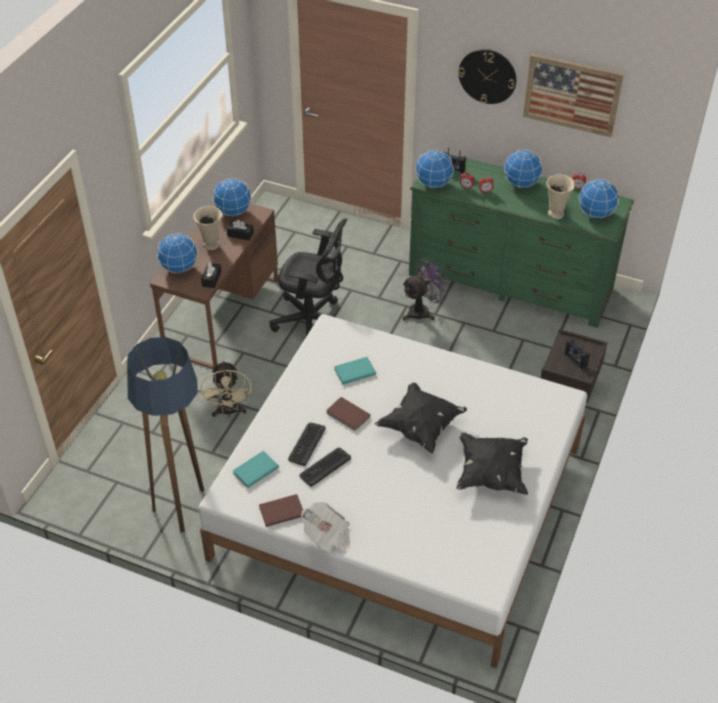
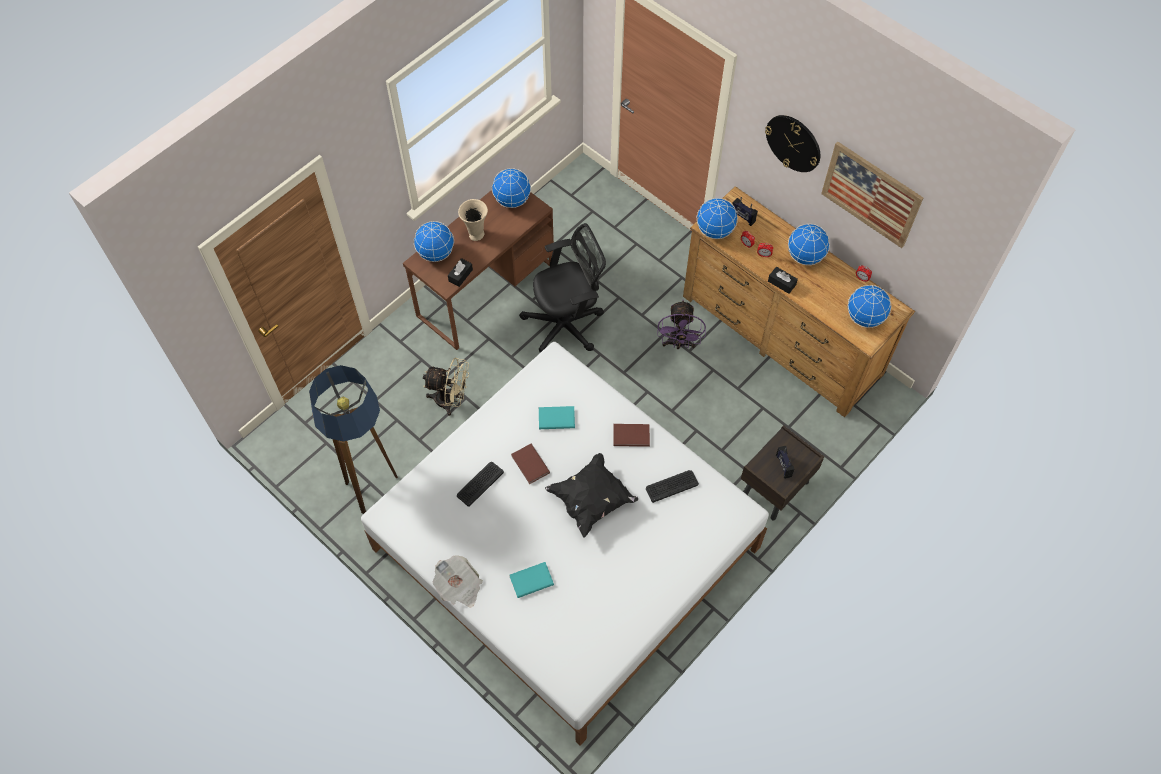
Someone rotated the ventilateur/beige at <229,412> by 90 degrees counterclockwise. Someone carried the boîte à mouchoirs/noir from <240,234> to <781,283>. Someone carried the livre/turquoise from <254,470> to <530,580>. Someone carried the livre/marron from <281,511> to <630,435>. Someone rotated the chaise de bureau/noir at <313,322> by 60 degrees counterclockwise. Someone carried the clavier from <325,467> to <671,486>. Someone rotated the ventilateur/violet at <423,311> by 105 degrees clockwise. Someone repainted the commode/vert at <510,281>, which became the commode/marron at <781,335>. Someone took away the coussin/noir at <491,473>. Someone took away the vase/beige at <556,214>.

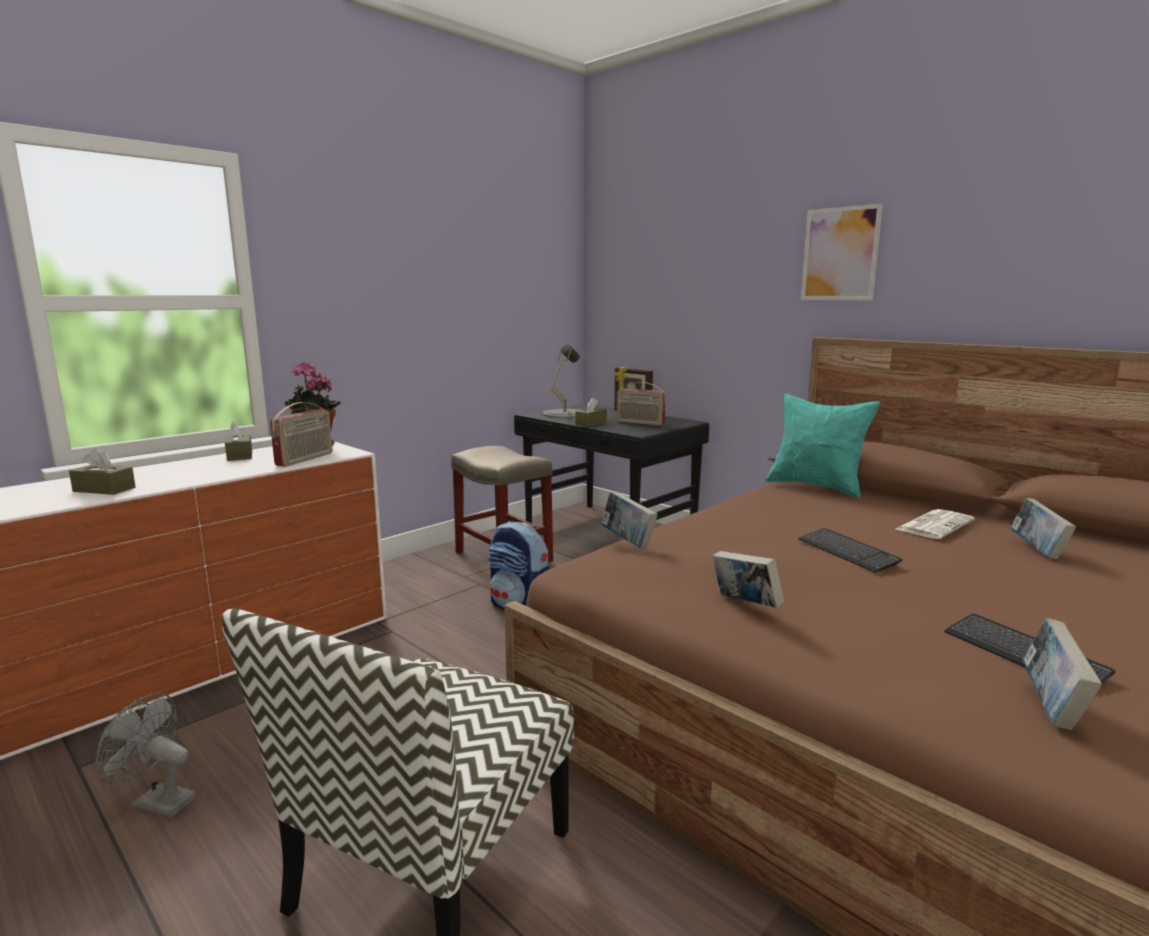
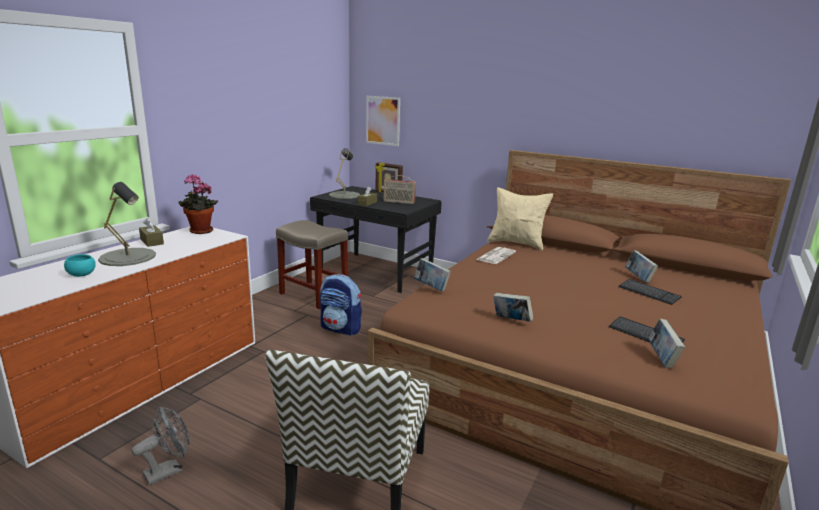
Someone swapped the boîte à mouchoirs/marron at <104,489> for the bol/turquoise at <81,275>. Someone rotated the ventilateur/gris at <156,801> by 135 degrees clockwise. Someone took away the radio at <305,459>. Someone repainted the coussin/turquoise at <816,486>, which became the coussin/beige at <516,243>. Someone carried the clavier from <847,552> to <649,293>. Someone carried the tableau from <840,254> to <383,120>. Someone carried the journal from <934,525> to <496,256>. Someone put down the lampe de table/gris at <128,257>.

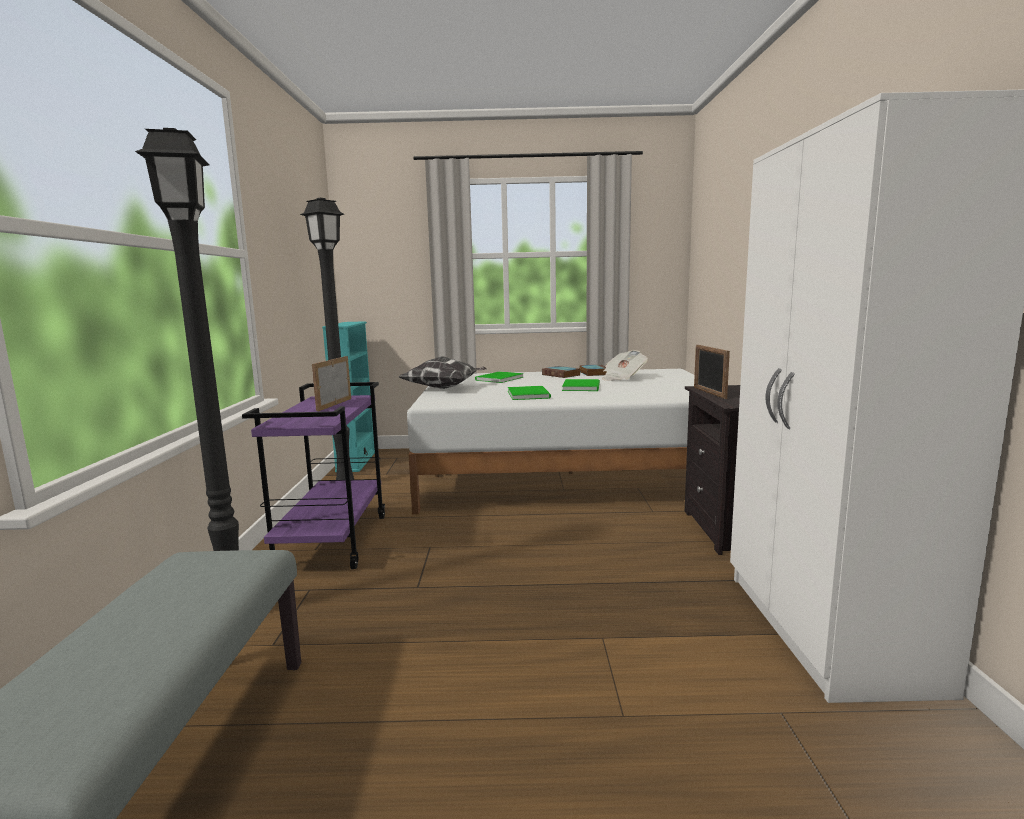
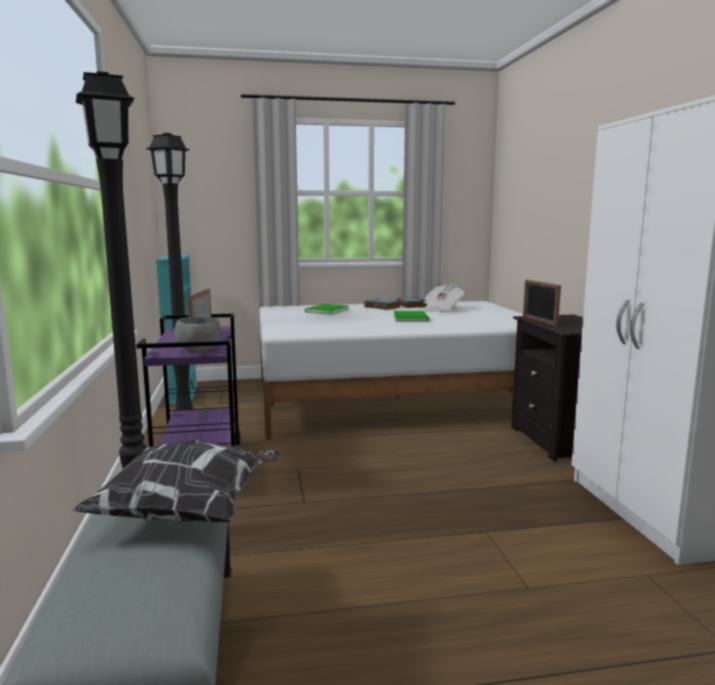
Someone carried the coussin from <445,388> to <190,511>. Someone took away the livre/vert at <529,394>. Someone put down the bol/gris at <199,350>.

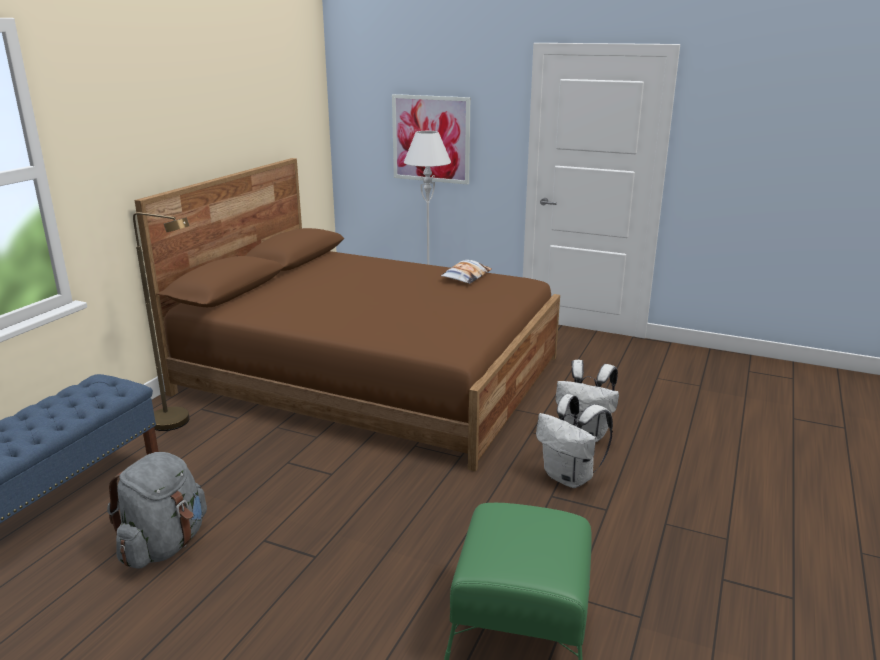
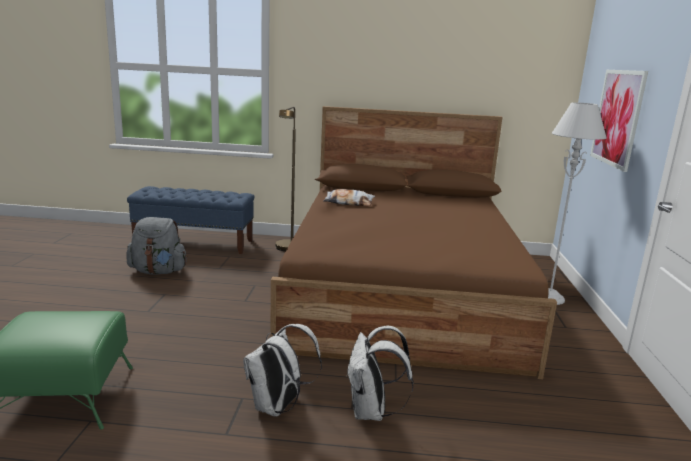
Someone carried the coussin from <466,276> to <348,202>.

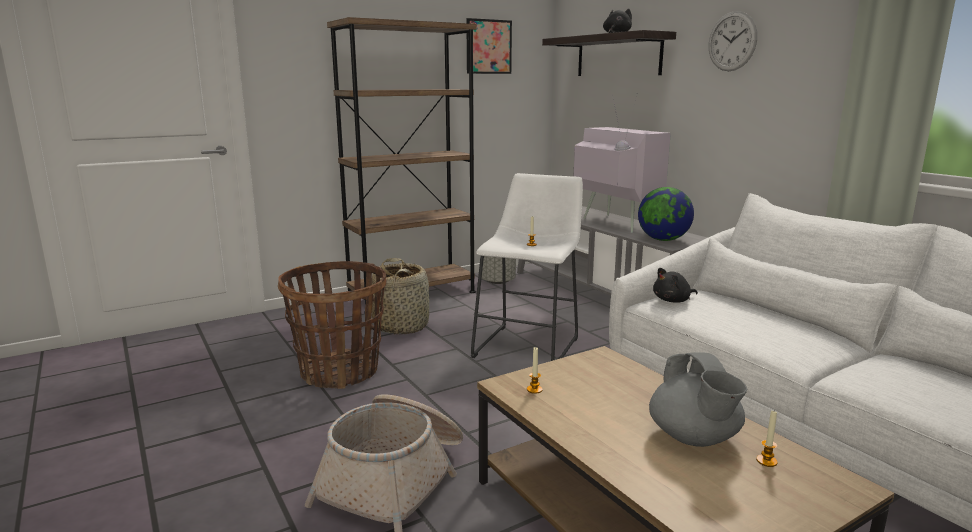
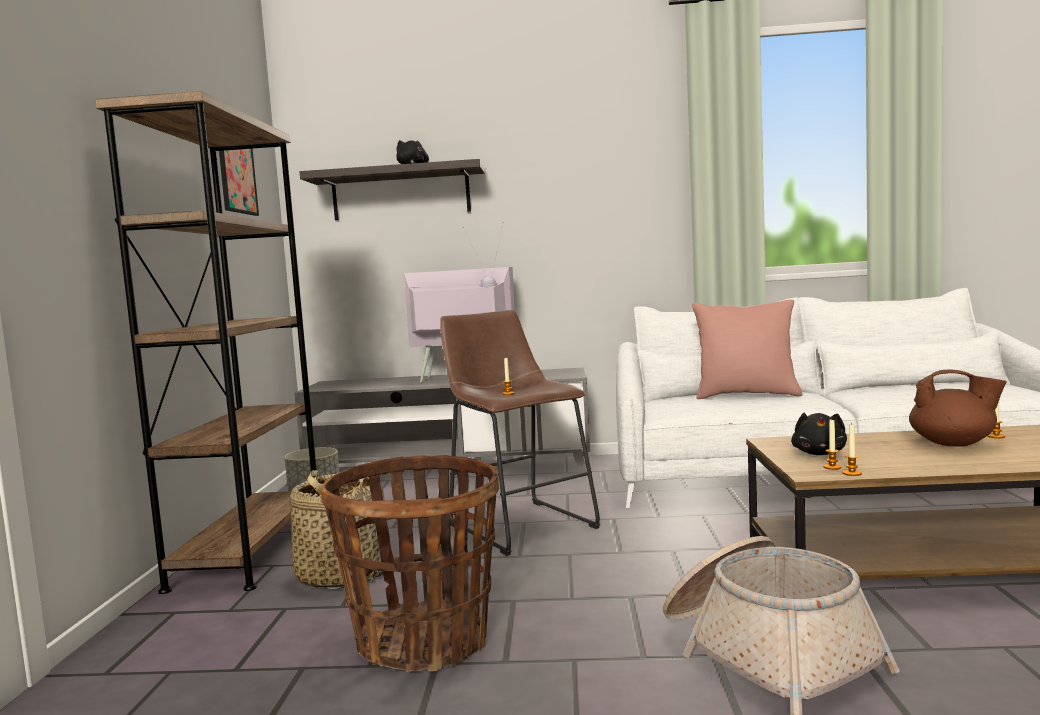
Someone repainted the tabouret/blanc at <529,345>, which became the tabouret/marron at <519,524>. Someone took away the globe at <663,240>. Someone repainted the théière/gris at <694,438>, which became the théière/marron at <954,444>. Someone carried the peluche/noir from <673,300> to <819,453>. Someone took away the horloge murale at <732,41>. Someone put down the coussin/rose at <746,395>. Someone put down the bougie at <852,473>.

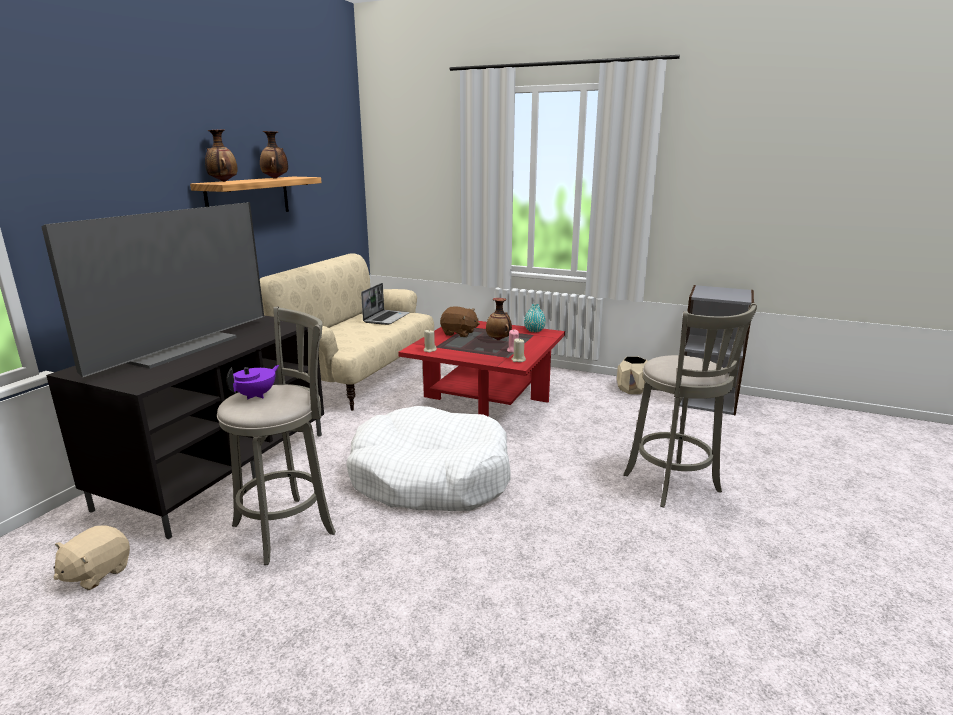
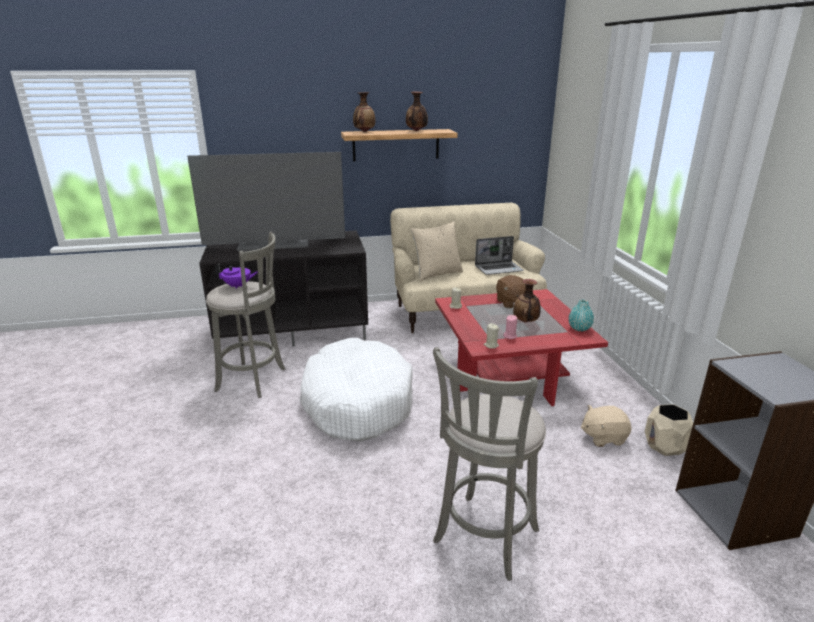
Someone carried the peluche/beige from <96,573> to <603,437>. Someone put down the coussin/beige at <437,274>.

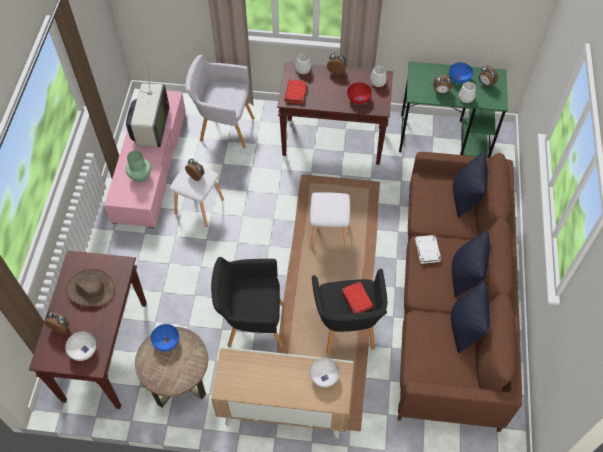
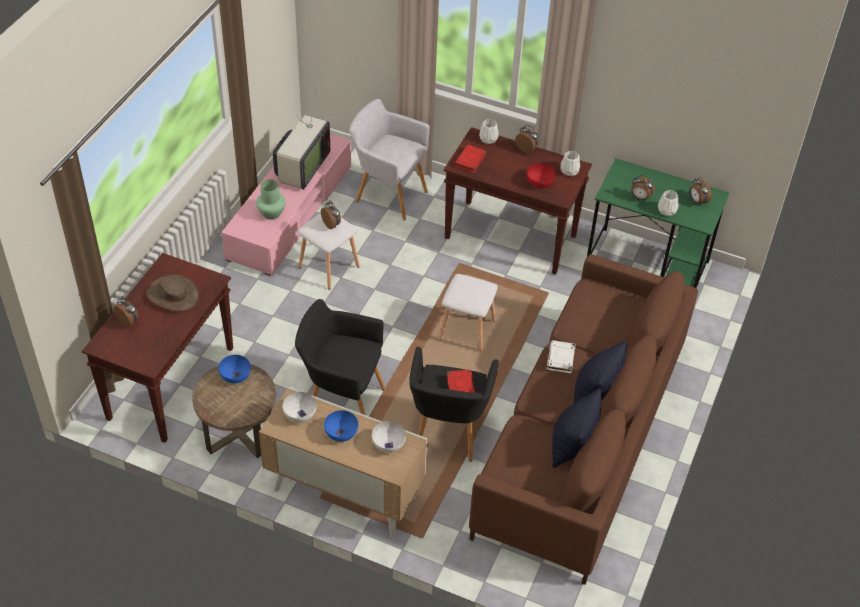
Someone carried the bol/blanc from <83,350> to <299,414>. Someone carried the bol/bleu from <459,78> to <341,433>. Someone took away the coussin/noir at <465,197>.

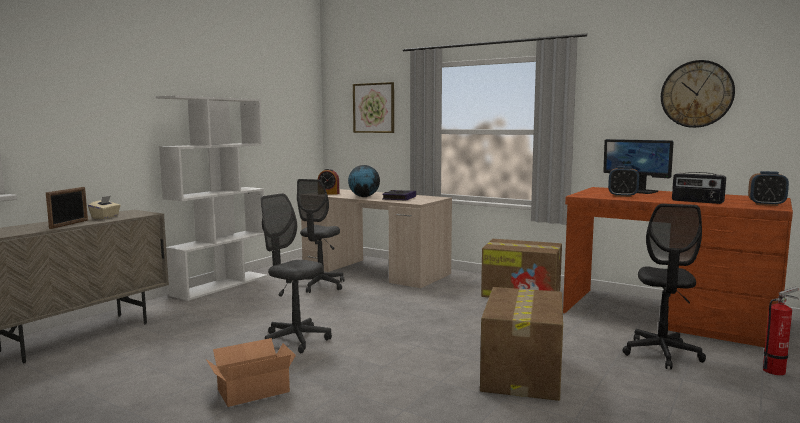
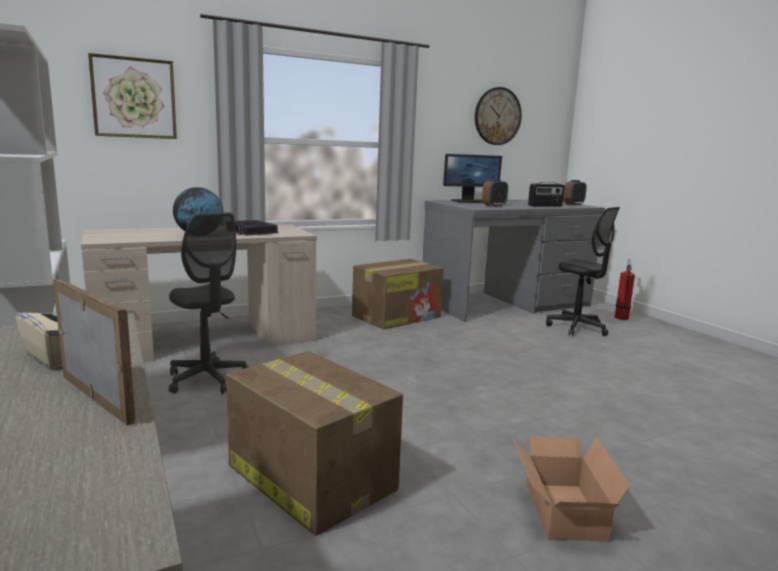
Someone took away the chaise de bureau/gris at <295,340>. Someone took away the réveil at <328,193>. Someone carried the carton from <522,372> to <309,476>. Someone repainted the bureau/marron at <668,316>, which became the bureau/gris at <506,303>.

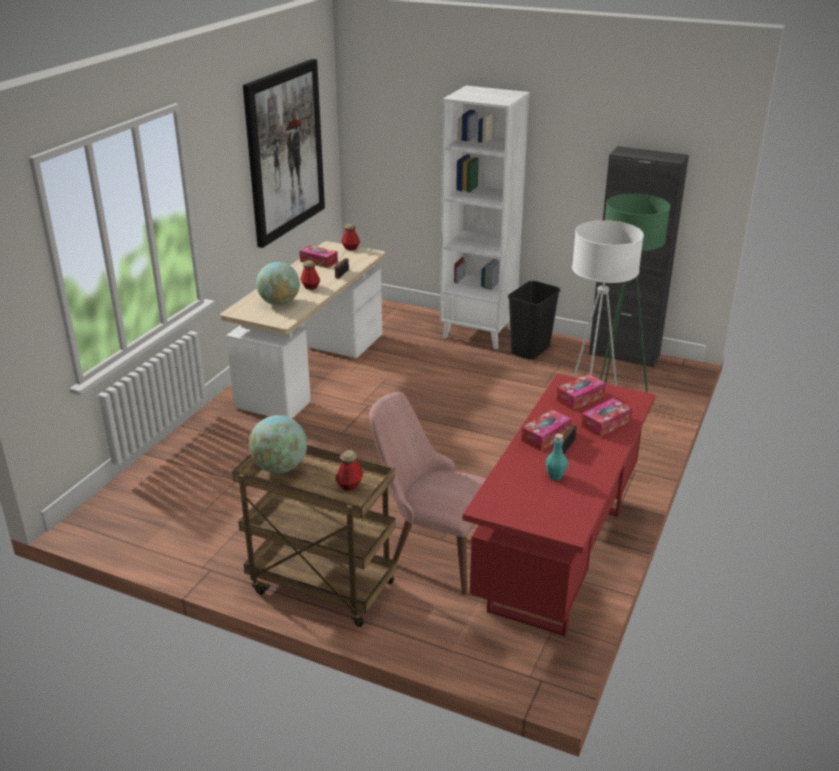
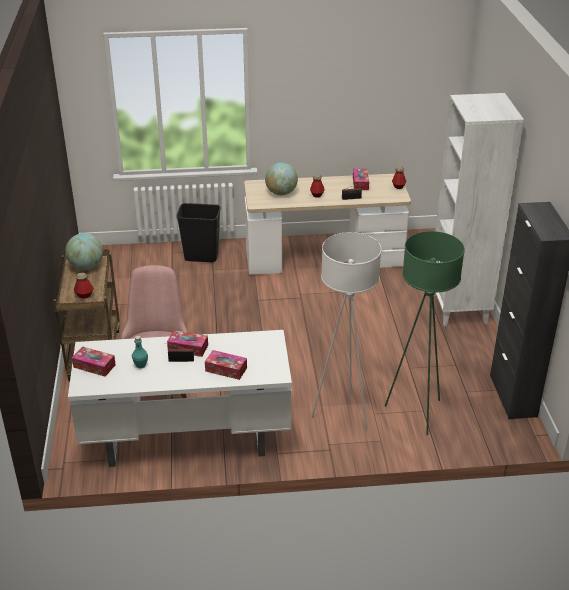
Someone took away the tableau at <284,151>. Someone repainted the bureau/rouge at <558,560>, which became the bureau/blanc at <186,441>. Someone carried the poubelle/noir from <530,351> to <201,257>. Someone carried the boîte à mouchoirs from <580,398> to <94,366>.

